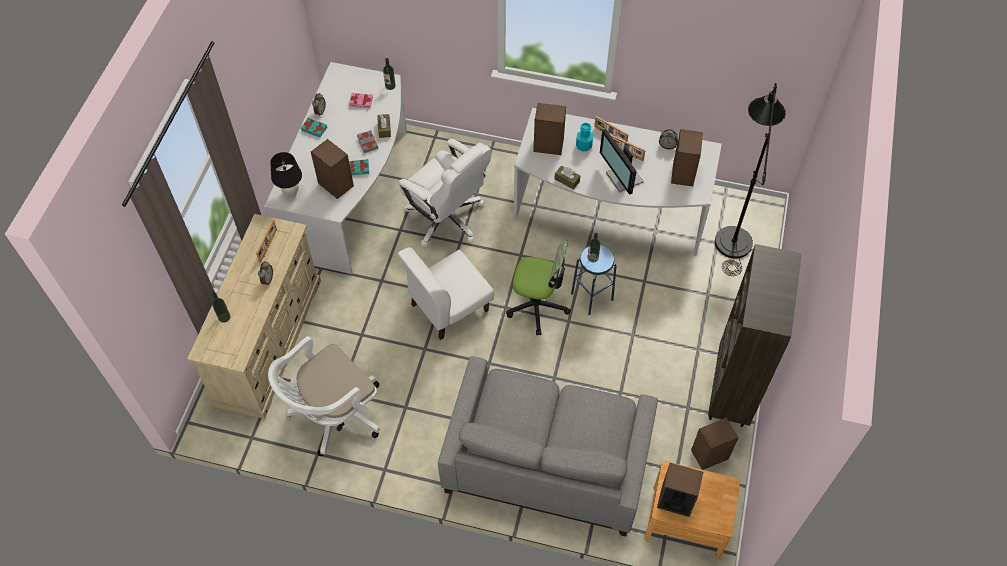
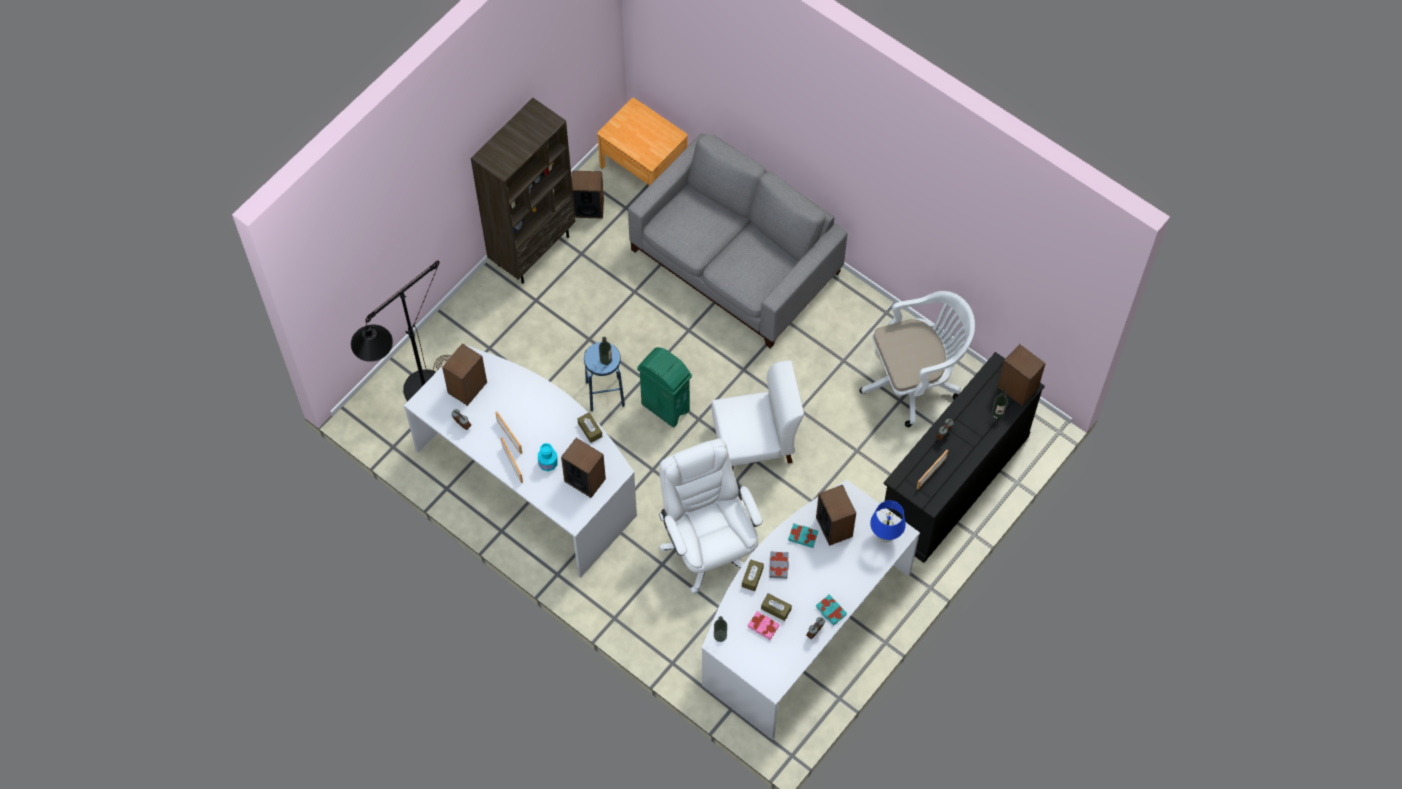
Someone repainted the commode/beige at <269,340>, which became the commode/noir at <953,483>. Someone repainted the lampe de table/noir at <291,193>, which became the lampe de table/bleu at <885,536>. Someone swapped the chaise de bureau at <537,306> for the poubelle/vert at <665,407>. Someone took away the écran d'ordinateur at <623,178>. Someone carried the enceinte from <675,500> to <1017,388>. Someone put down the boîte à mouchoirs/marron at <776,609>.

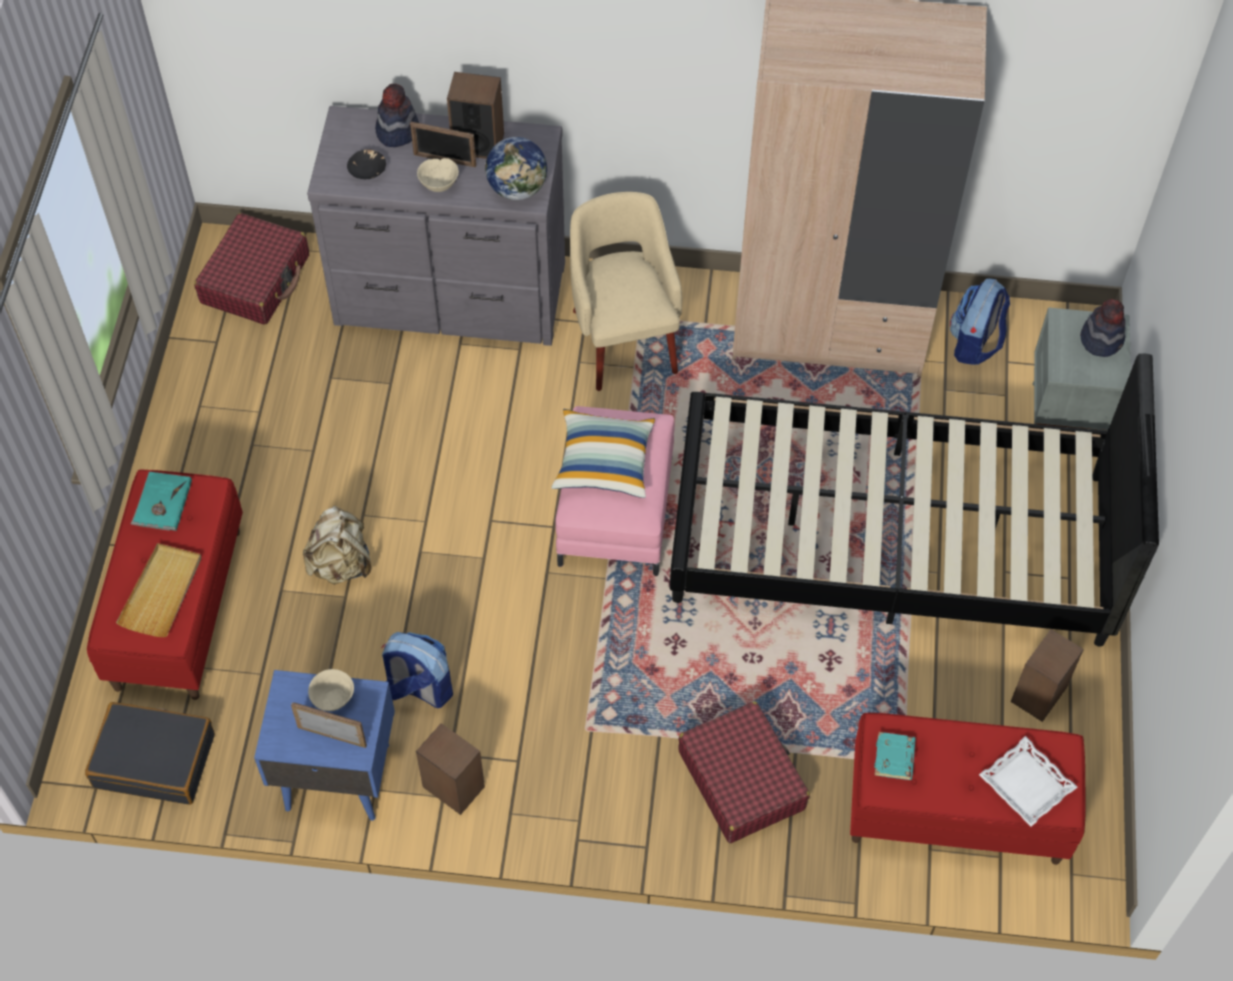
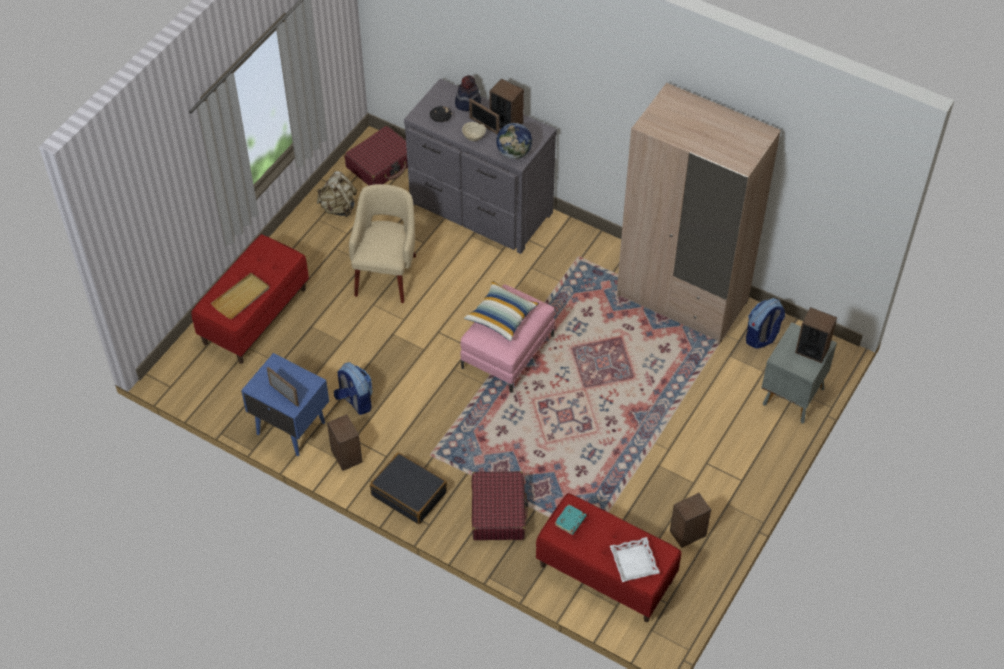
Someone carried the valise/noir from <155,760> to <409,493>. Someone took away the livre/turquoise at <162,503>. Someone carried the sac à dos/beige from <341,564> to <338,207>. Someone took away the bol/beige at <333,699>. Someone carried the fauteuil/beige from <623,338> to <386,273>. Someone took away the lit/noir at <892,539>. Someone swapped the chapeau at <1101,339> for the enceinte at <812,350>.

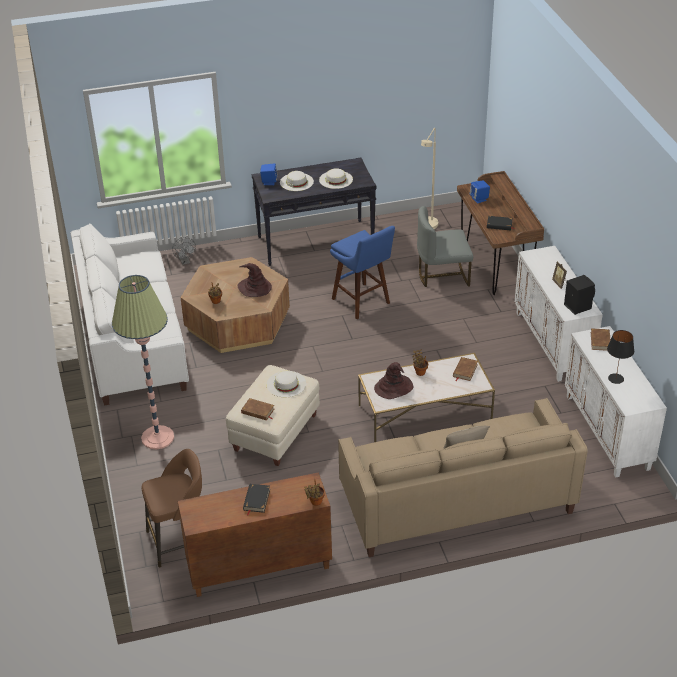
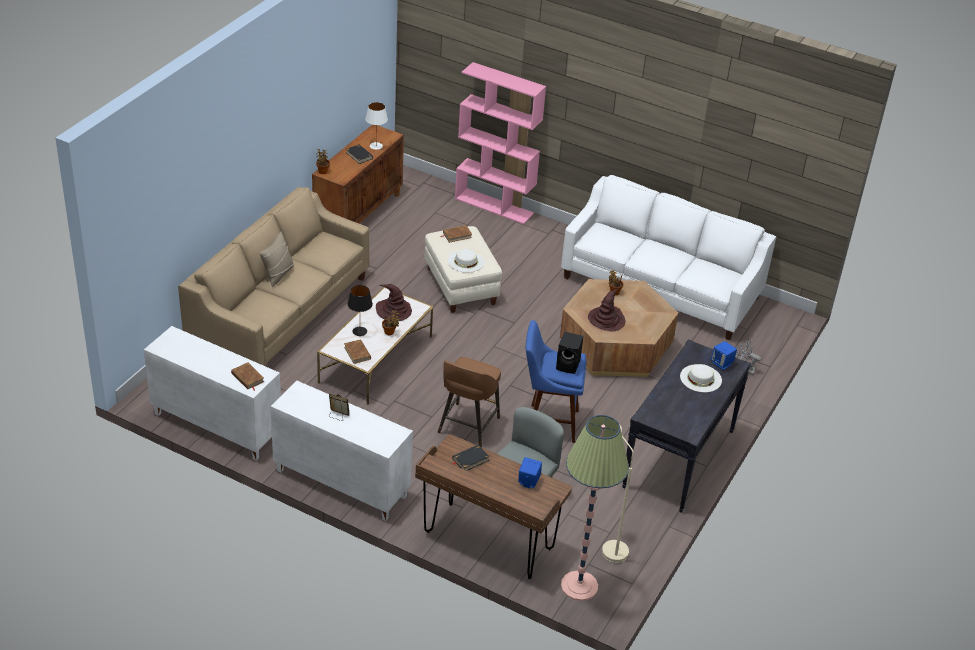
Someone carried the lampadaire from <157,437> to <579,586>. Someone carried the tabouret/marron from <179,541> to <467,426>. Someone took away the chapeau/blanc at <335,179>. Someone carried the enceinte/noir from <577,306> to <568,365>. Someone carried the lampe de table/noir from <615,378> to <360,331>. Someone put down the lampe de table/blanc at <376,146>. Someone put down the bibliothèque/rose at <494,206>.

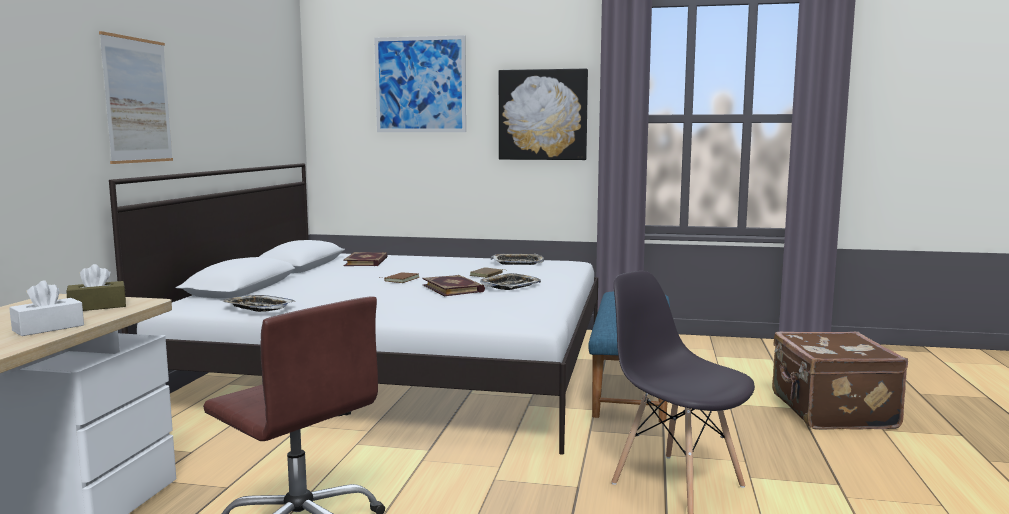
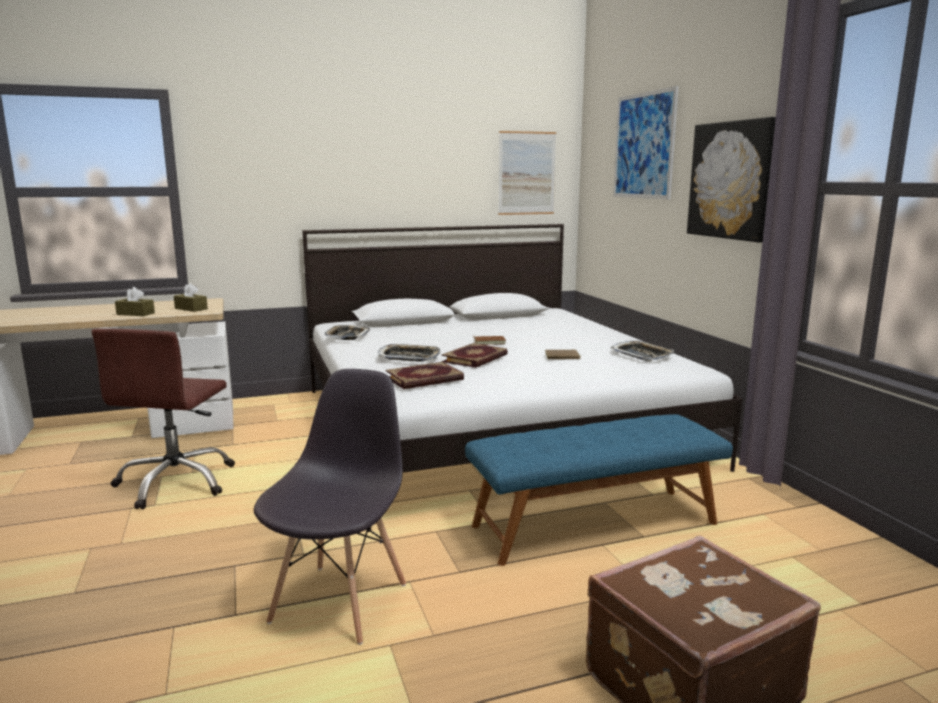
Someone repainted the boîte à mouchoirs/blanc at <48,328>, which became the boîte à mouchoirs/marron at <135,314>. Someone carried the tableau from <137,100> to <526,173>. Someone carried the livre from <367,262> to <425,379>. Someone carried the plateau from <510,286> to <409,357>.

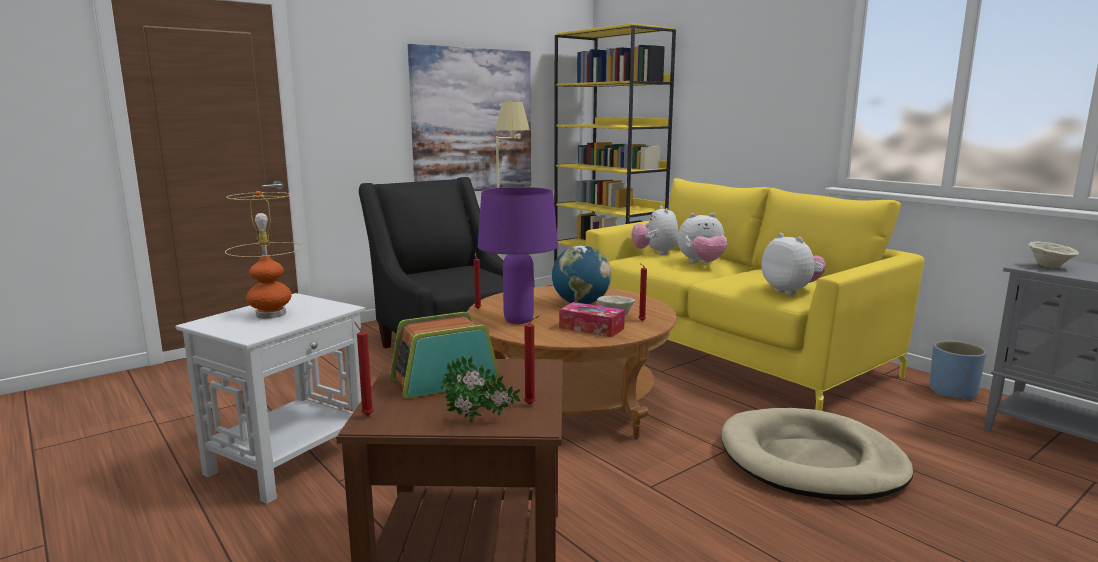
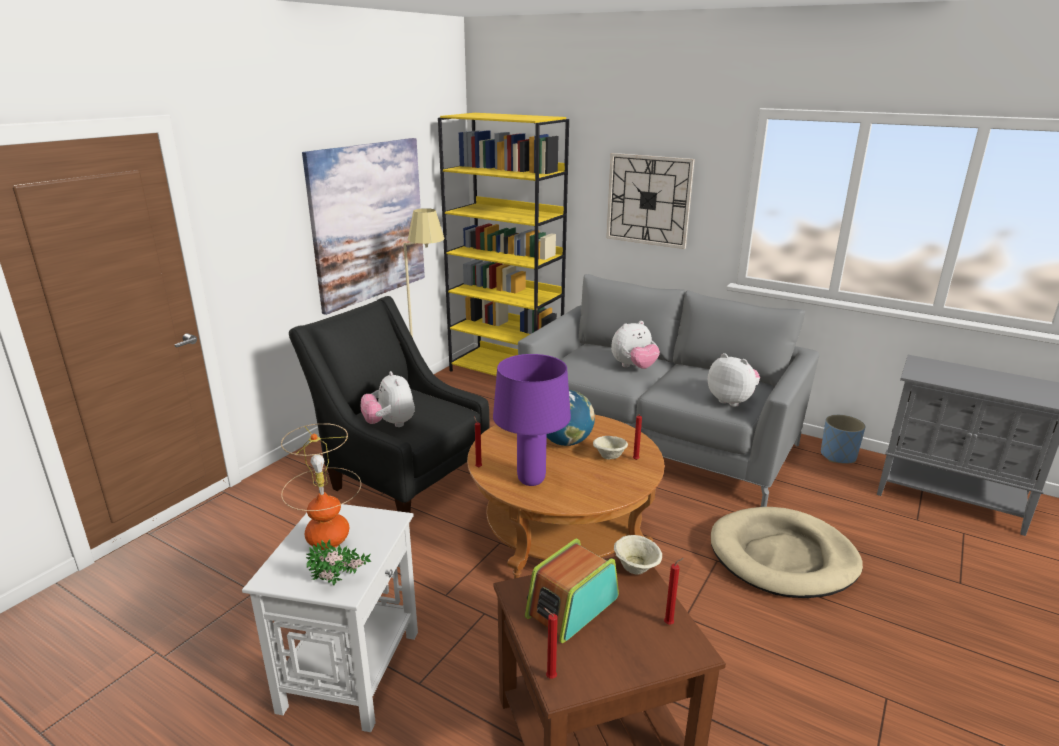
Someone carried the plante en pot from <480,420> to <340,582>. Someone took away the boîte à mouchoirs at <591,328>. Someone repainted the canapé/jaune at <731,353>, which became the canapé/gris at <657,439>. Someone carried the peluche from <655,253> to <390,424>. Someone carried the bol/beige from <1049,266> to <636,568>. Someone put up the horloge murale at <648,200>.

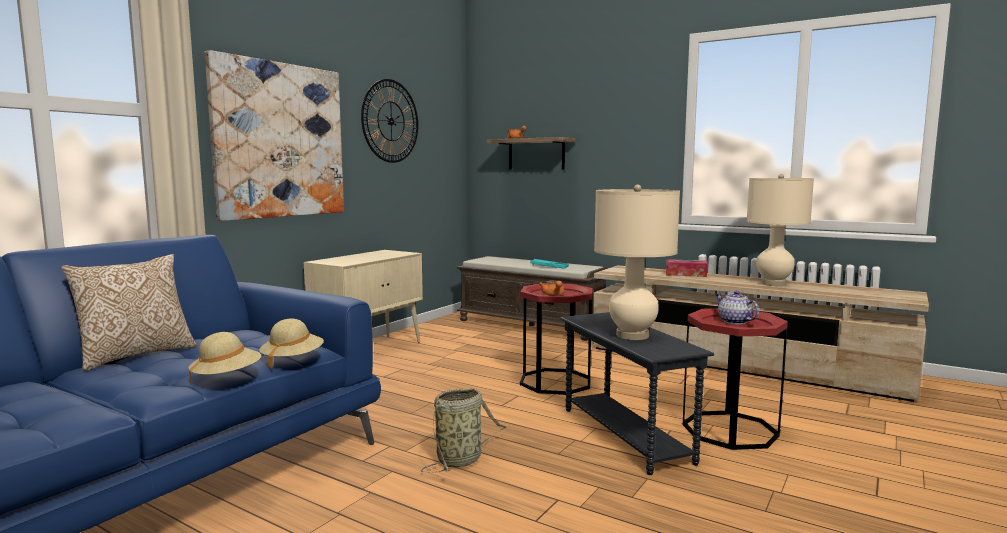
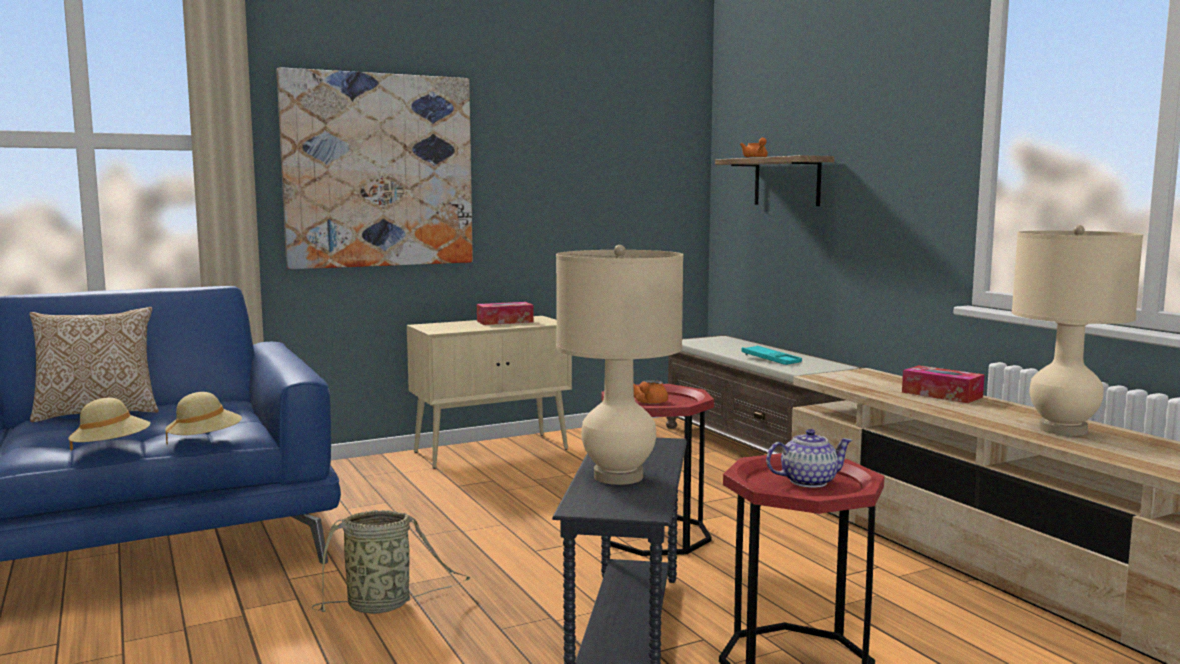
Someone took away the horloge murale at <390,121>. Someone rotated the théière at <734,322> by 75 degrees clockwise. Someone put down the boîte à mouchoirs at <505,321>.

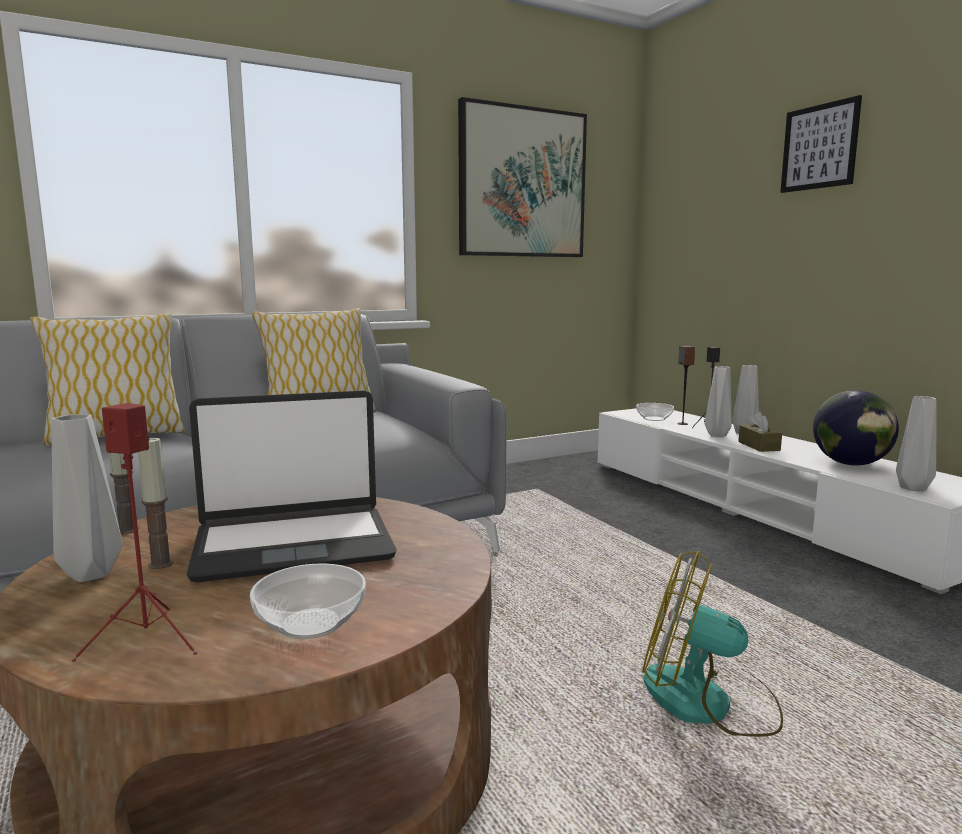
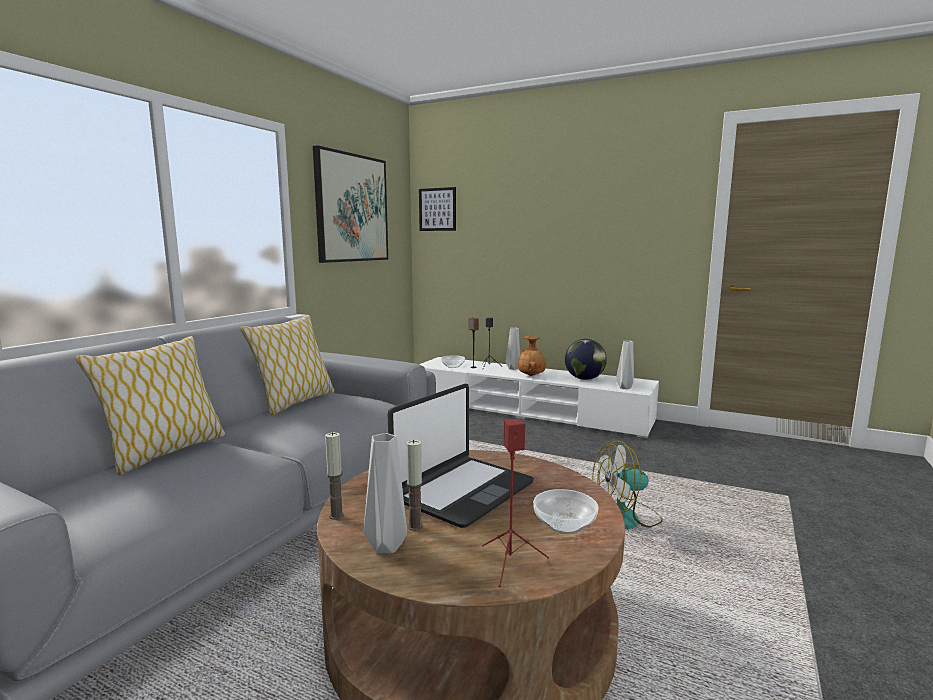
Someone took away the vase/gris at <718,435>. Someone swapped the boîte à mouchoirs/marron at <758,446> for the vase/marron at <532,375>. Someone carried the tableau from <819,147> to <437,209>.

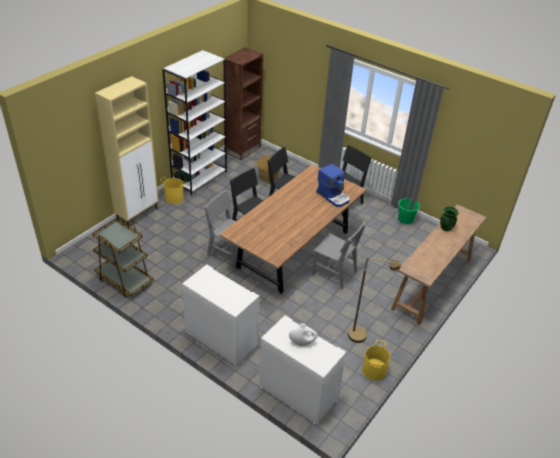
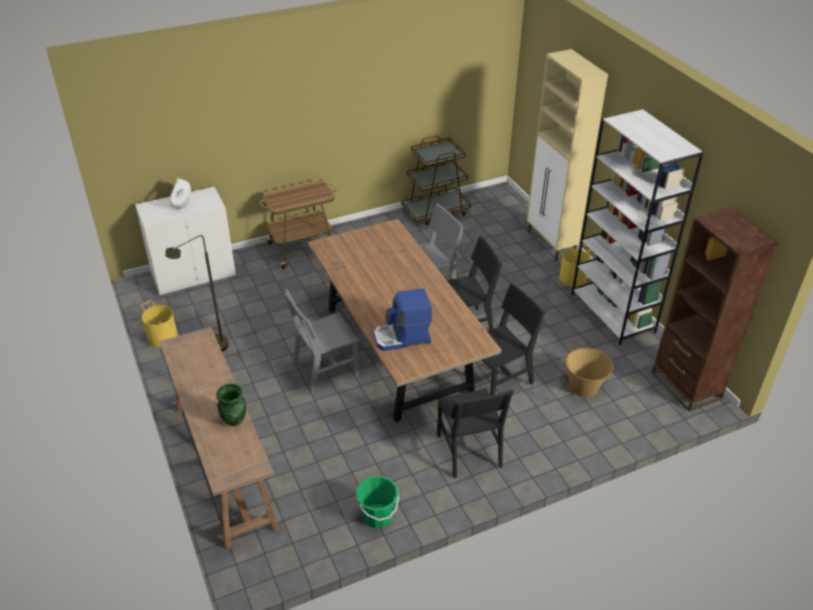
Someone swapped the commode/blanc at <221,339> for the chariot at <302,249>.

